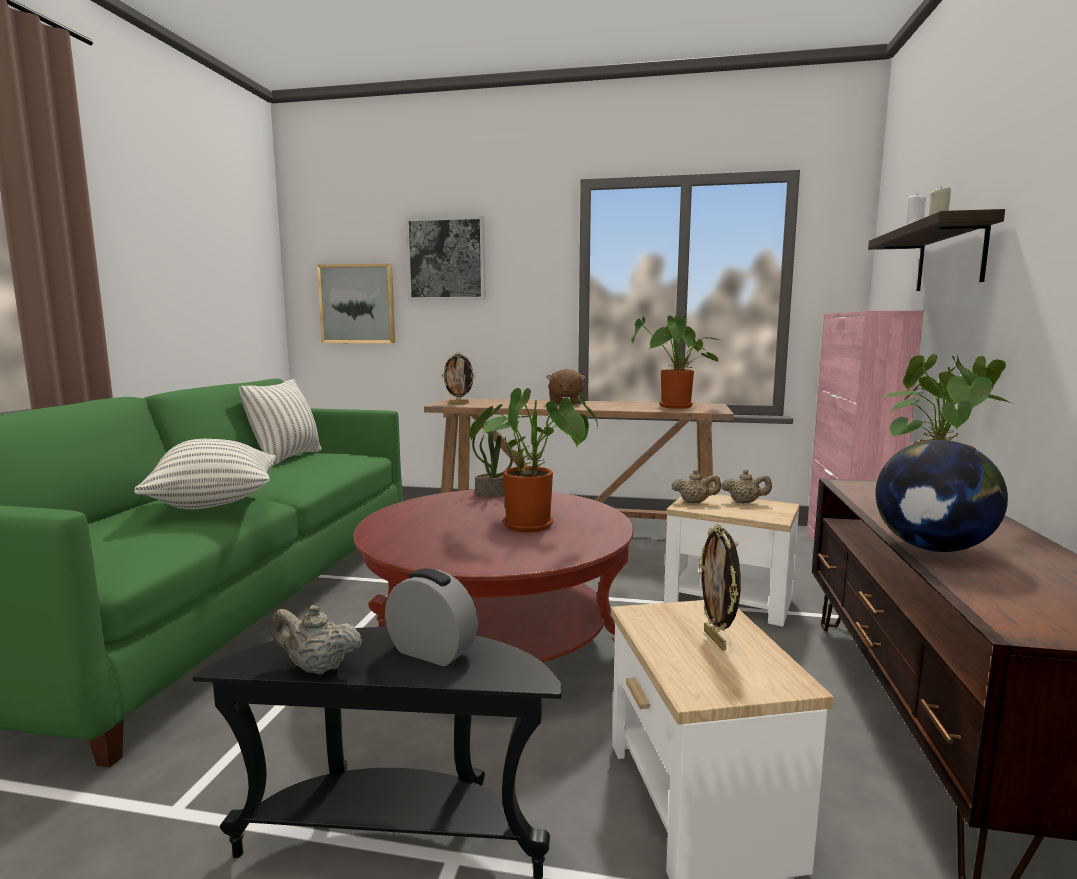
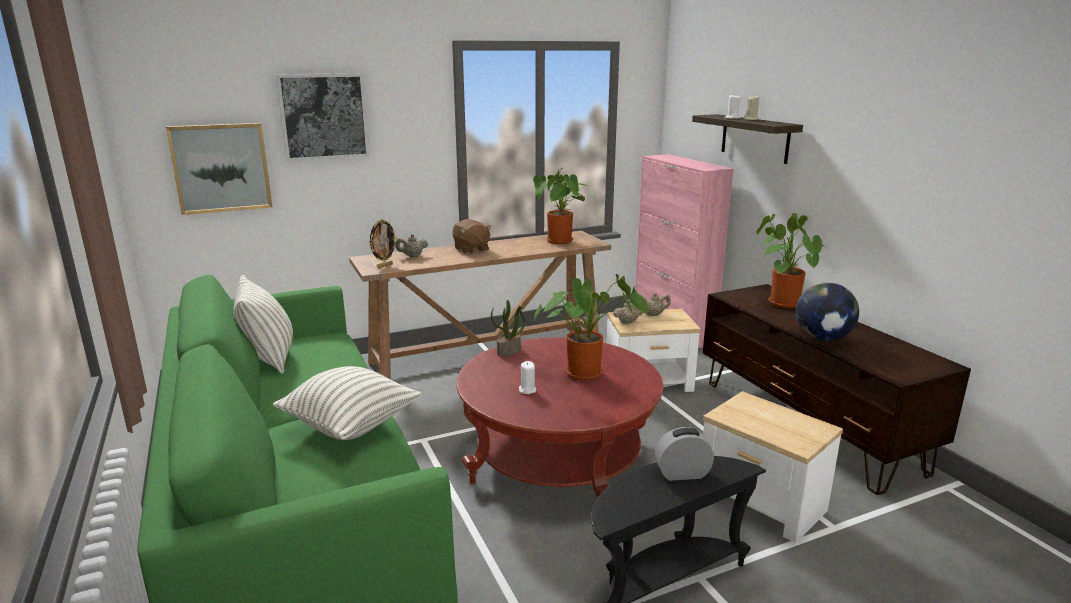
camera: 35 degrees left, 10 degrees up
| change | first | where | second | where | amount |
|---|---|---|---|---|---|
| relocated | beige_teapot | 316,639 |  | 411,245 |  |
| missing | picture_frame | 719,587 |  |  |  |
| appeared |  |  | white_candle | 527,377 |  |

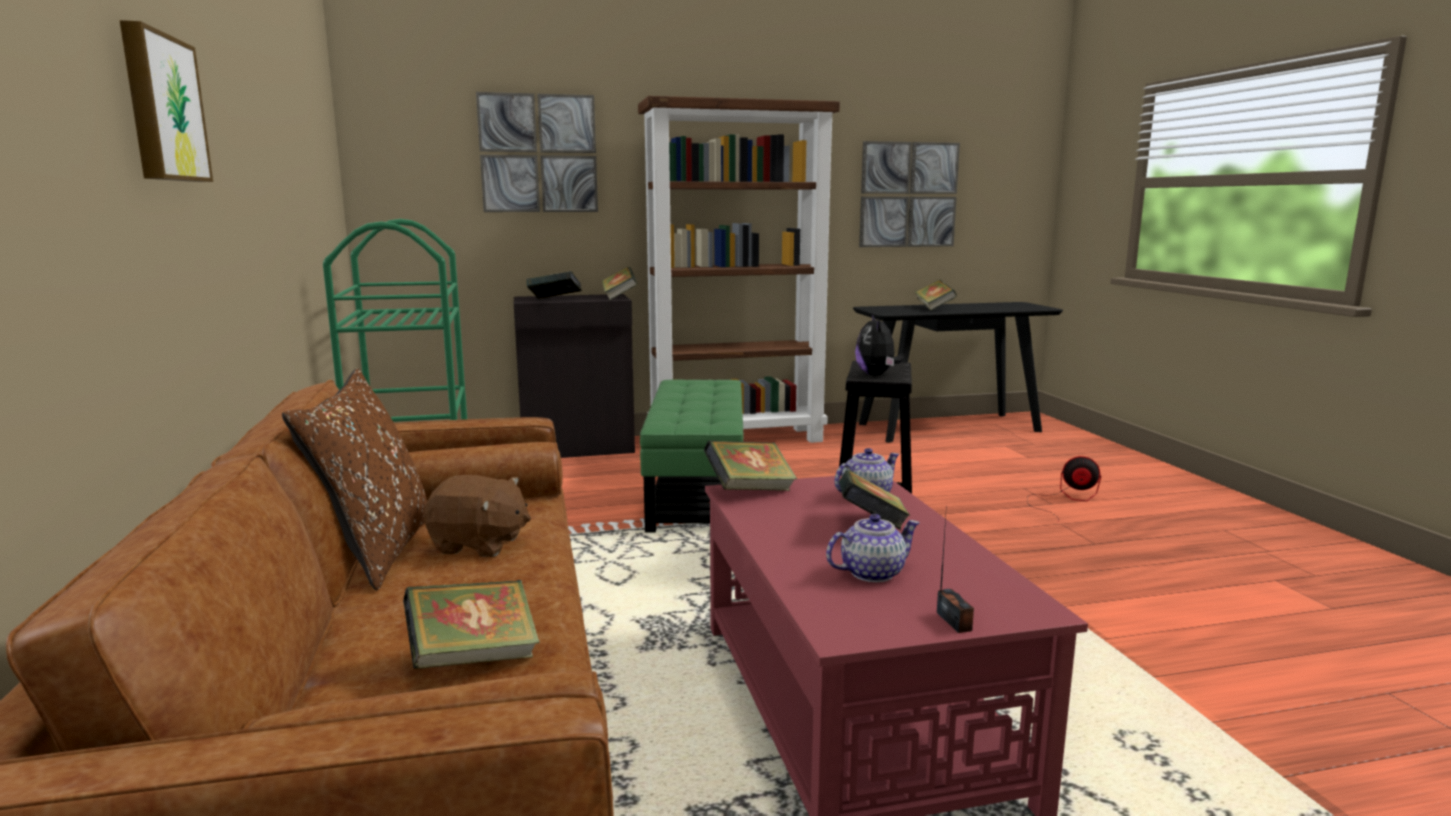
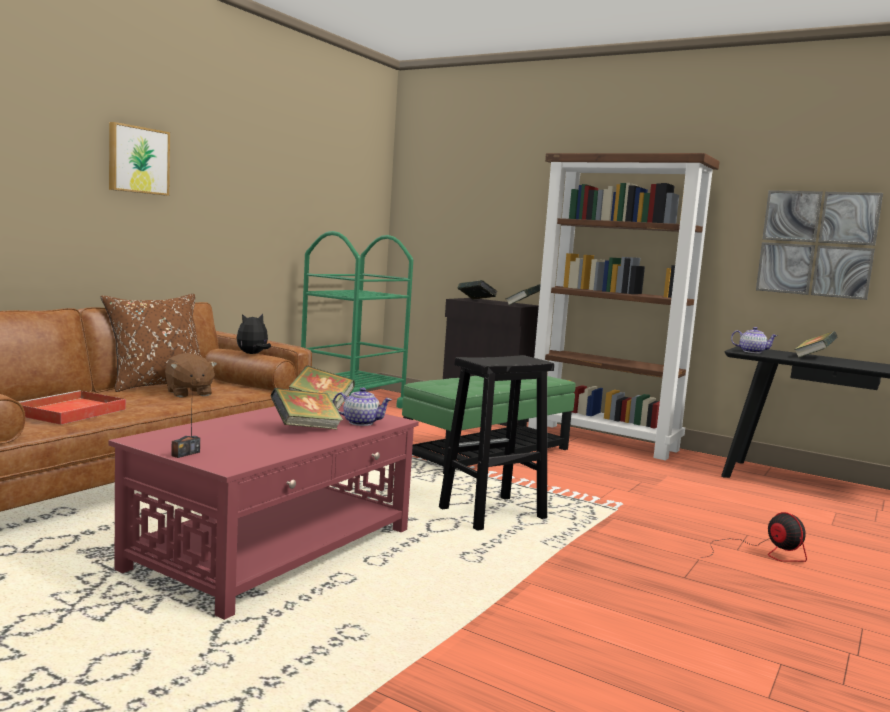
camera: 45 degrees right, 5 degrees down
| change | first | where | second | where | amount |
|---|---|---|---|---|---|
| exchanged | book | 471,624 | red_tray | 72,407 |  |
| missing | picture | 537,152 |  |  |  |
| relocated | teapot | 873,548 |  | 754,340 |  |
| relocated | plush_toy | 879,345 |  | 253,334 |  |

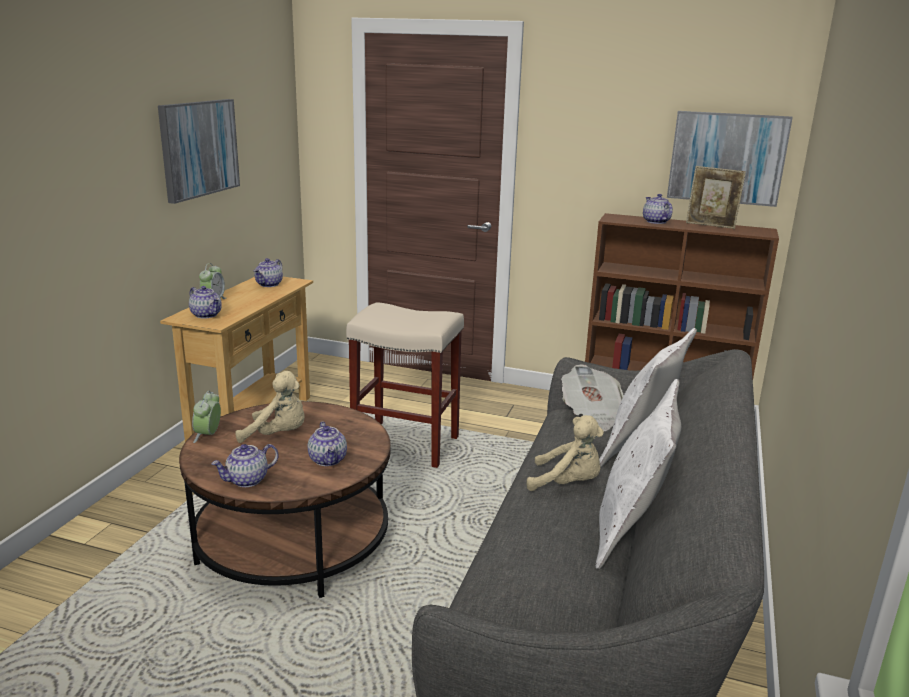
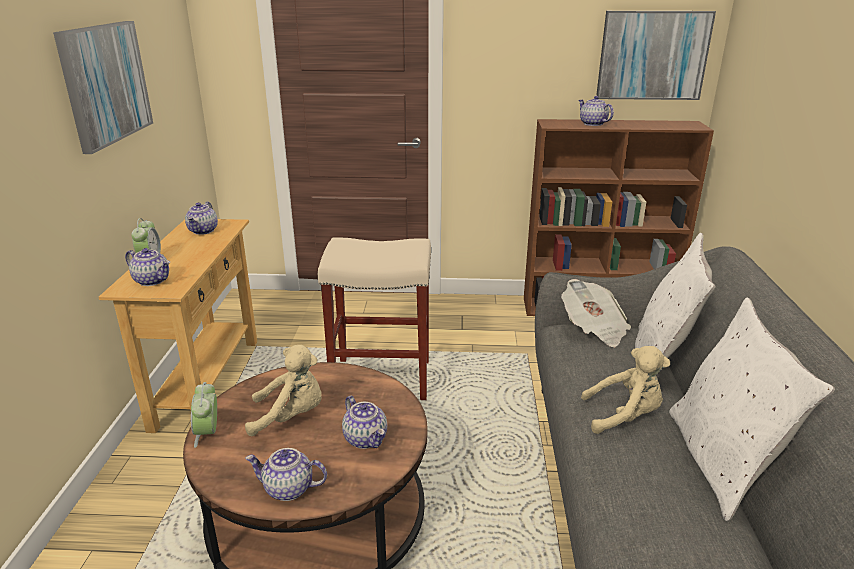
camera: 15 degrees left, 5 degrees up
| change | first | where | second | where | amount |
|---|---|---|---|---|---|
| spun | teapot | 245,465 |  | 286,474 | 60 degrees clockwise |
| missing | picture_frame | 716,197 |  |  |  |

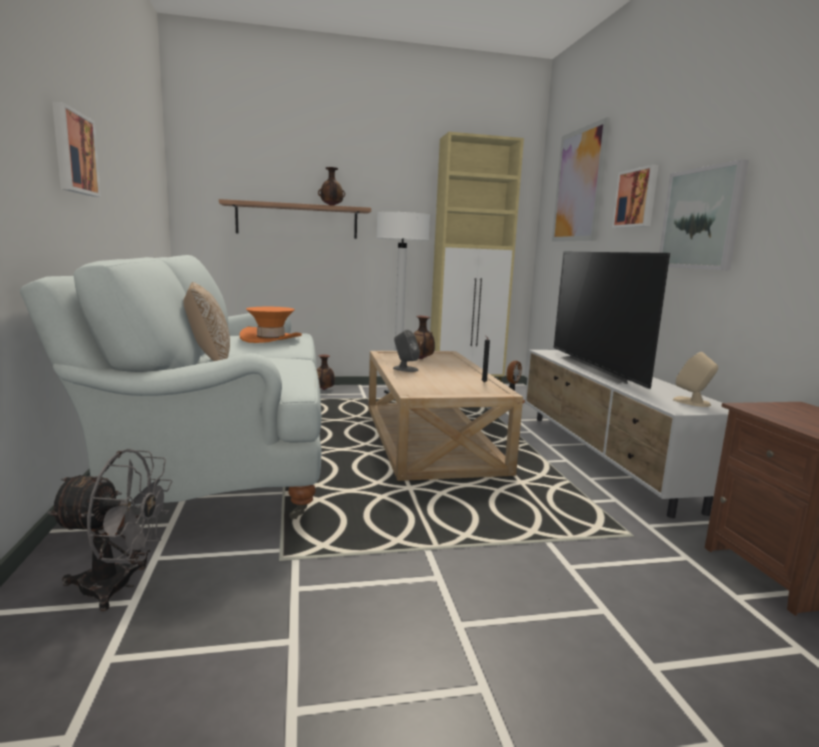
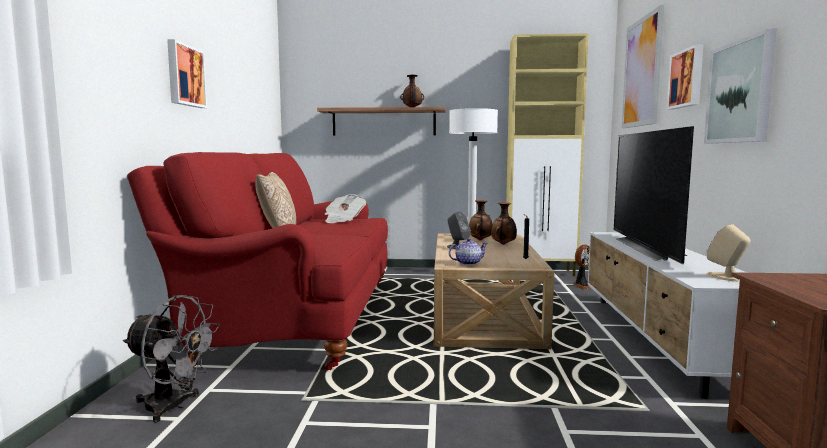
camera: 15 degrees right, 5 degrees down
| change | first | where | second | where | amount |
|---|---|---|---|---|---|
| colour | white_sofa | 171,395 | red_sofa | 257,261 |  |
| exchanged | orange_hat | 271,325 | newspaper | 345,208 |  |
| relocated | vase | 326,372 |  | 504,223 |  |
| appeared |  |  | teapot | 468,251 |  |

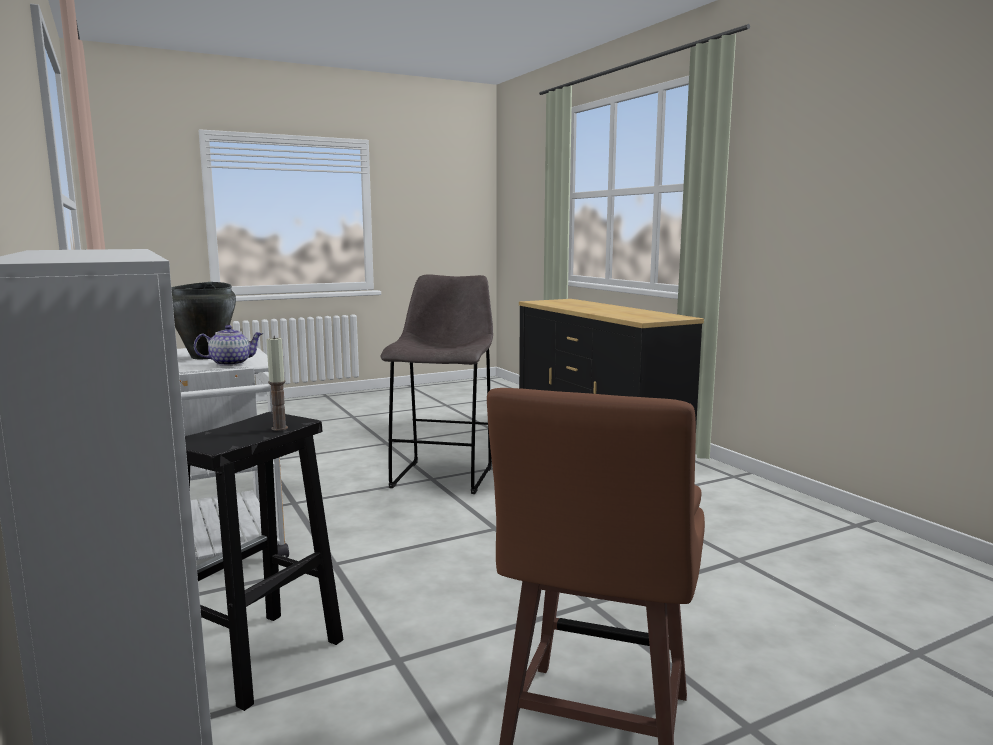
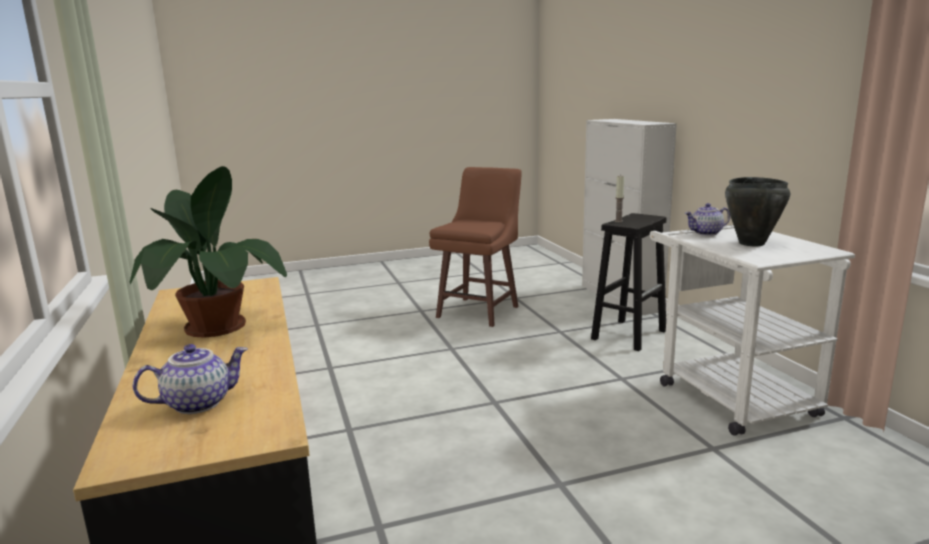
camera: 170 degrees left, 5 degrees up
| change | first | where | second | where | amount |
|---|---|---|---|---|---|
| missing | grey_stool | 437,384 |  |  |  |
| appeared |  |  | potted_plant | 208,252 |  |
| appeared |  |  | teapot | 190,379 |  |

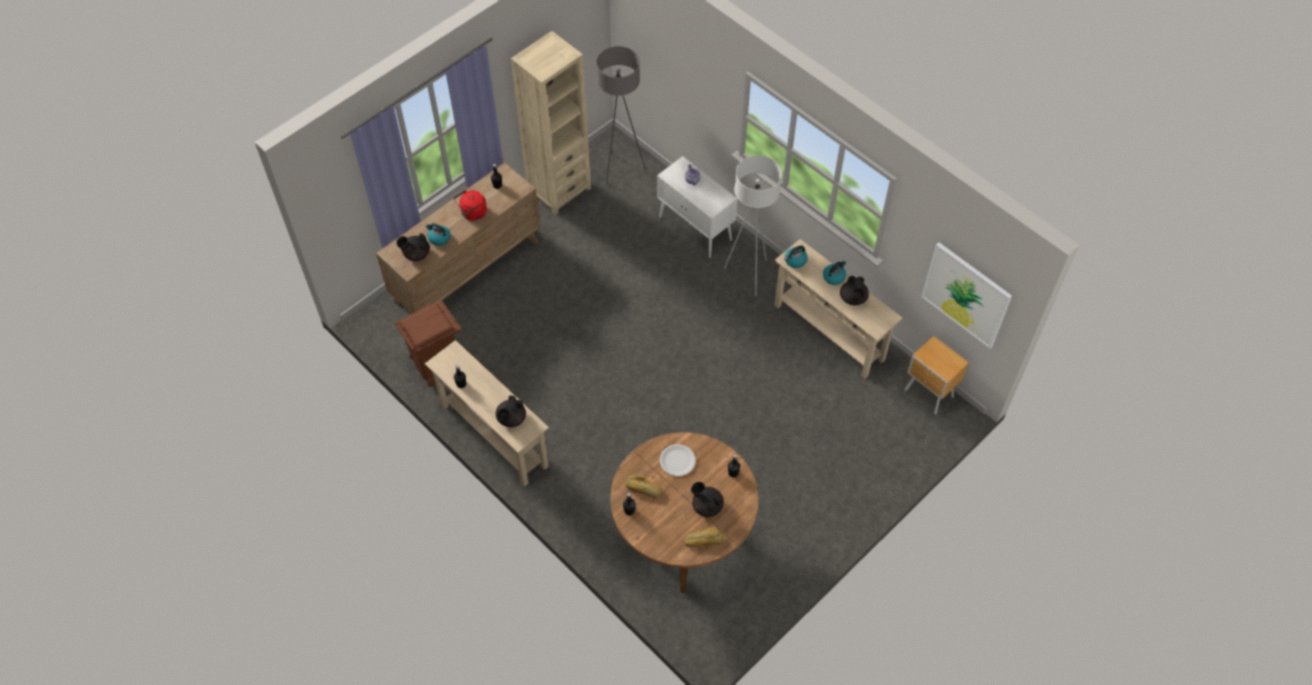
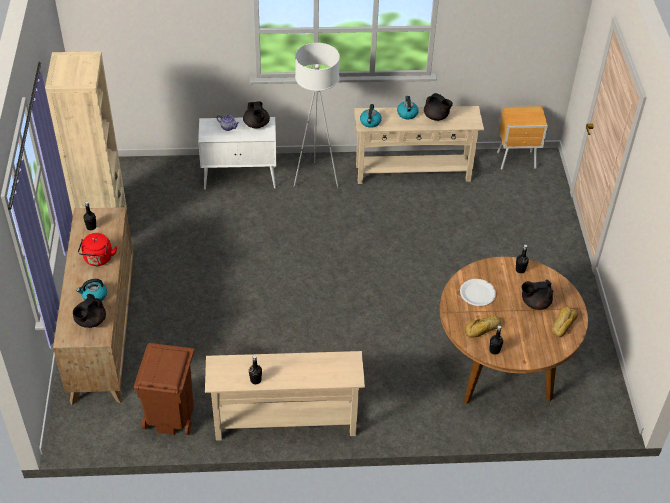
camera: 50 degrees left, 10 degrees down
| change | first | where | second | where | amount |
|---|---|---|---|---|---|
| relocated | black_teapot | 511,411 |  | 256,114 |  |
| missing | grey_floor_lamp | 621,115 |  |  |  |
| missing | picture | 966,295 |  |  |  |

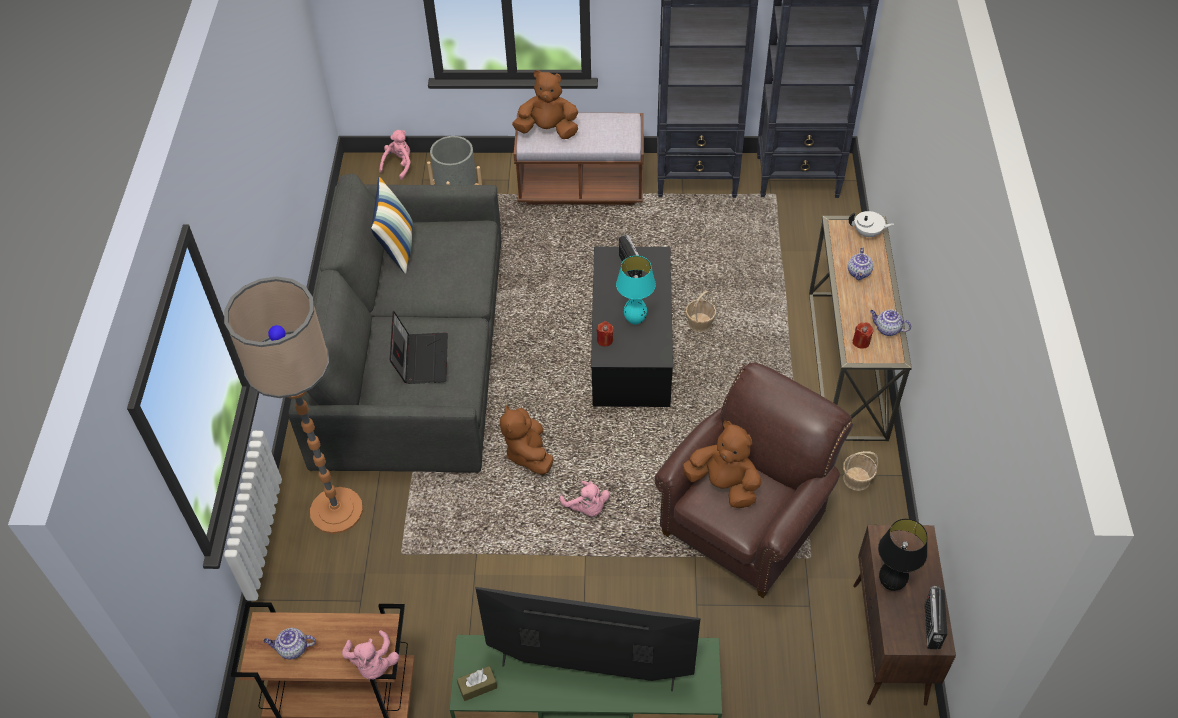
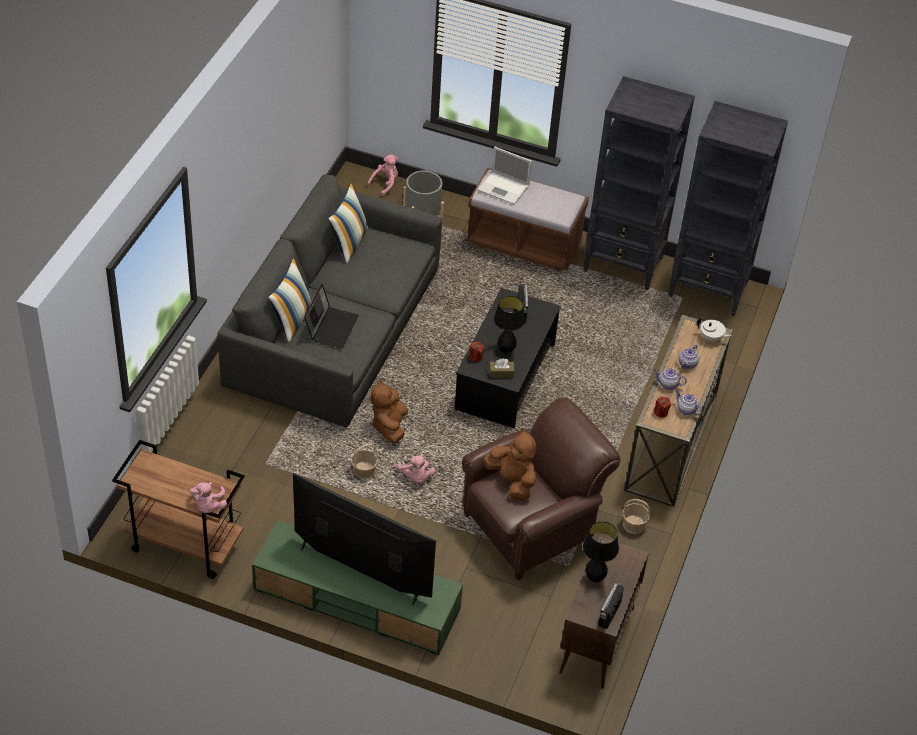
camera: 15 degrees right, 5 degrees down
| change | first | where | second | where | amount |
|---|---|---|---|---|---|
| missing | floor_lamp | 293,405 |  |  |  |
| relocated | teapot | 289,643 |  | 670,379 |  |
| relocated | brown_tissue_box | 477,683 |  | 502,368 |  |
| exchanged | brown_plush_toy | 545,104 | laptop | 504,176 |  |
| colour | turquoise_table_lamp | 636,290 | black_table_lamp | 509,325 |  |
| relocated | basket | 701,311 |  | 364,461 |  |
| appeared |  |  | pillow | 290,300 |  |

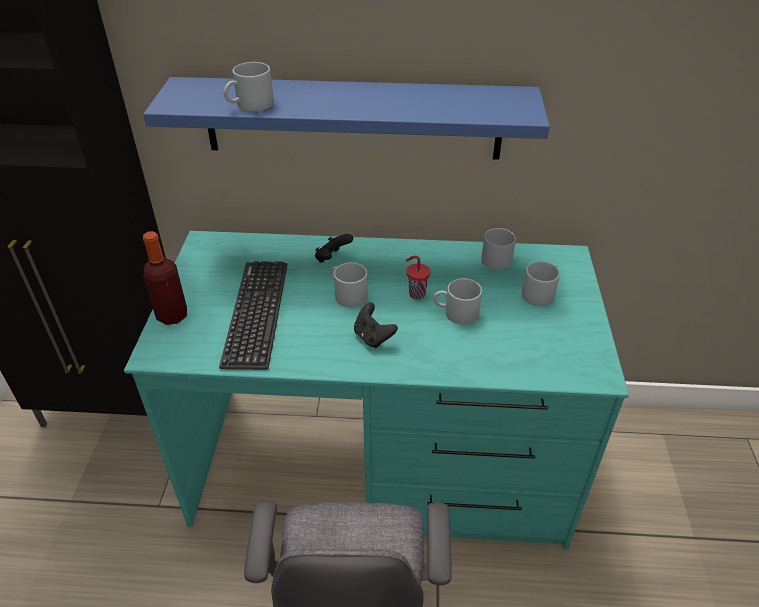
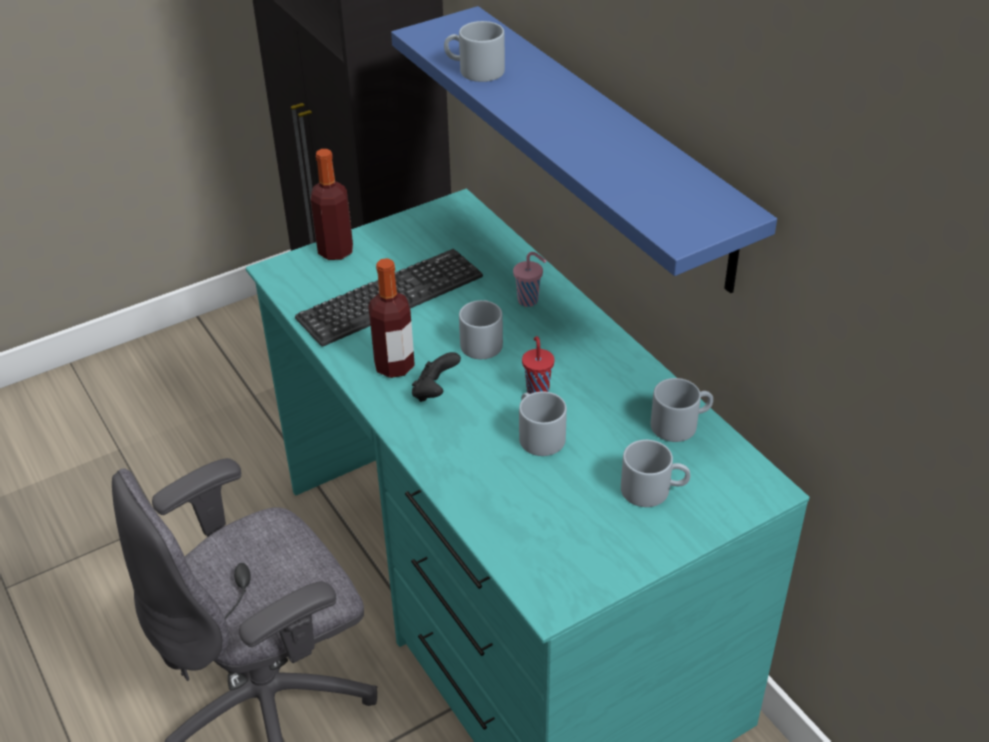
camera: 55 degrees right, 0 degrees up
| change | first | where | second | where | amount |
|---|---|---|---|---|---|
| exchanged | black_game_controller | 334,248 | pink_cup | 529,279 |  |
| appeared |  |  | bottle | 391,318 |  |

